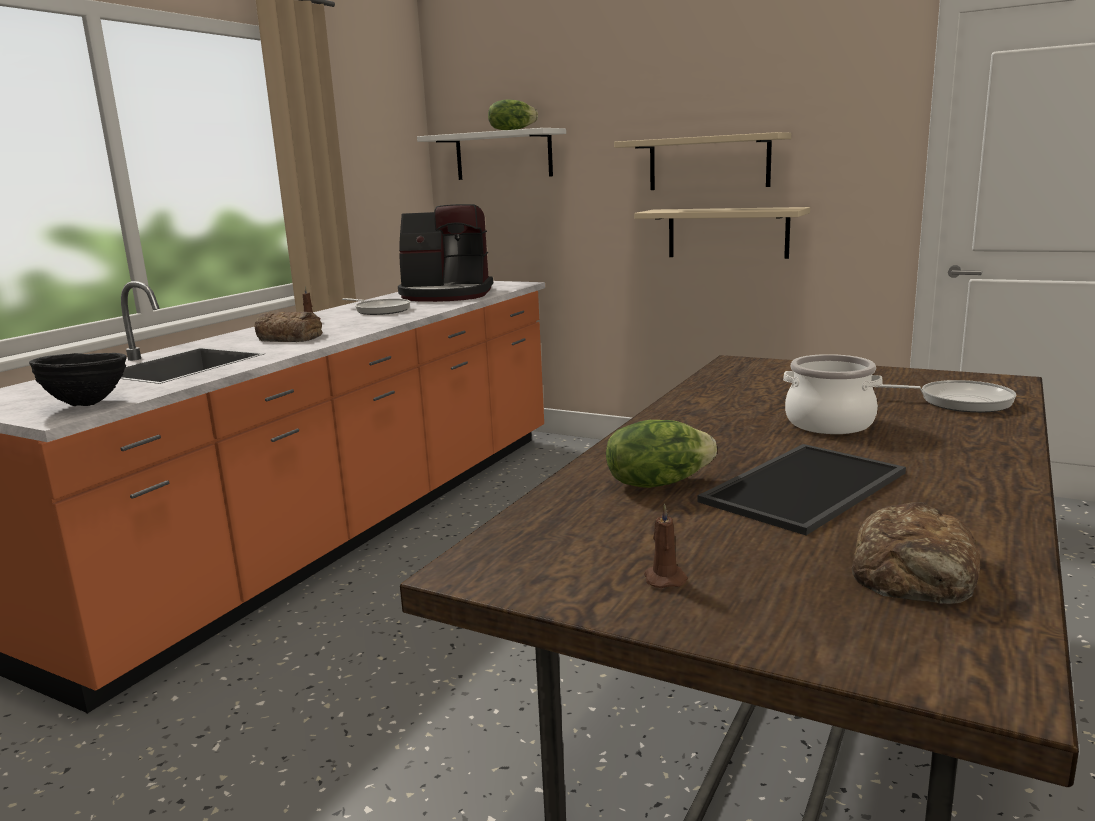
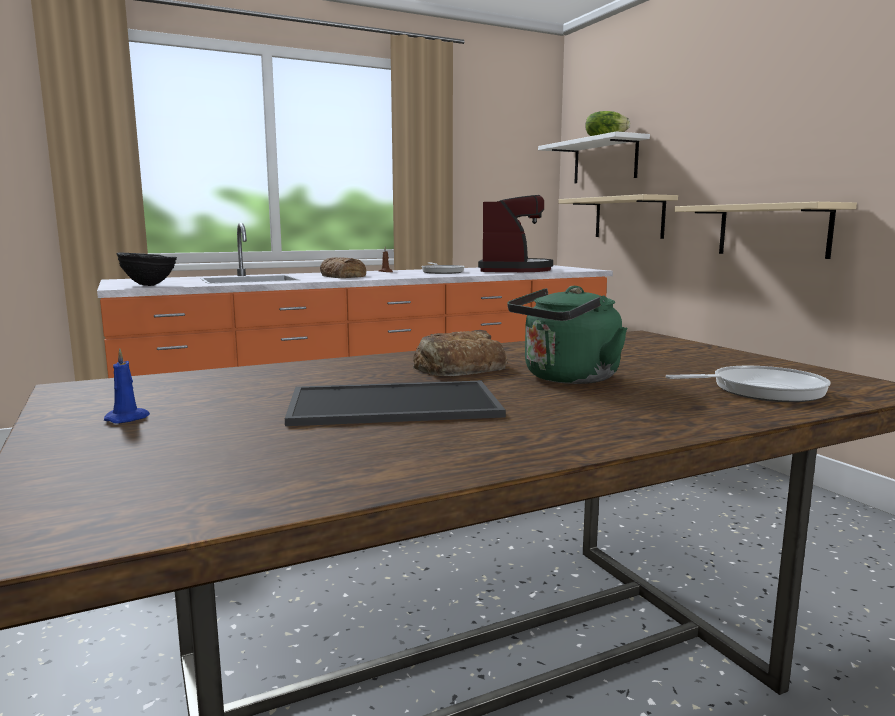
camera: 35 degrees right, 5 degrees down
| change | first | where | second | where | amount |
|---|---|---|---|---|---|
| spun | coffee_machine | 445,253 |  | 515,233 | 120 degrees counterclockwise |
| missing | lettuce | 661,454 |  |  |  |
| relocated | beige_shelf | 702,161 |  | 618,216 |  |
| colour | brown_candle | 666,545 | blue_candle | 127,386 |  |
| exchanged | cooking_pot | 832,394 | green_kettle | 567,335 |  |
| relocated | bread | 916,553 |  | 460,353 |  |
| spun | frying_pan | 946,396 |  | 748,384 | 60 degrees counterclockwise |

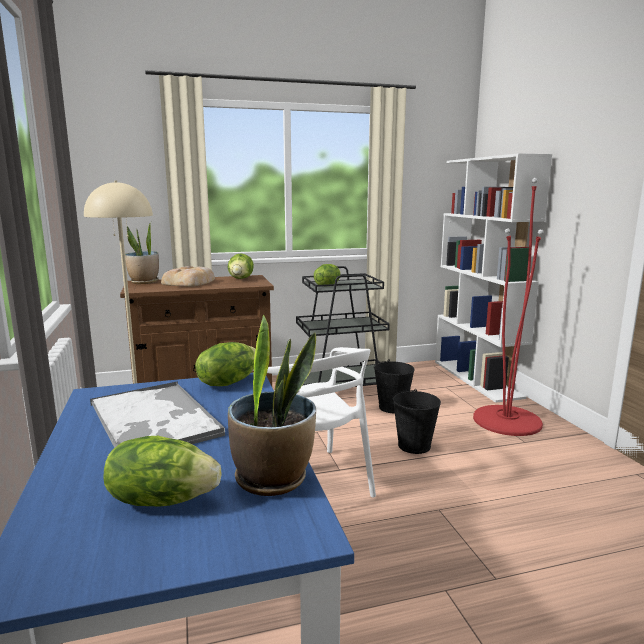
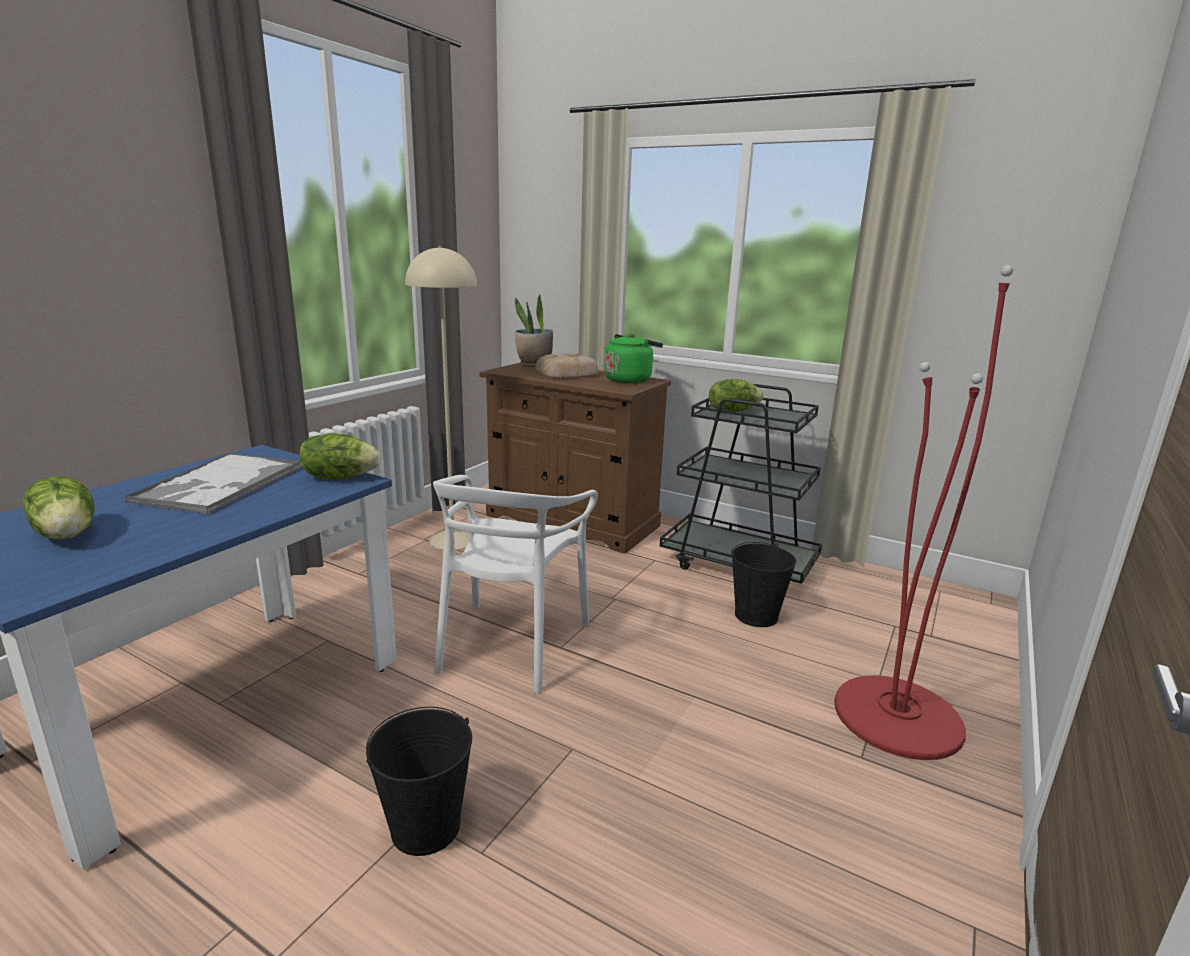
camera: 45 degrees right, 5 degrees up
| change | first | where | second | where | amount |
|---|---|---|---|---|---|
| exchanged | lettuce | 241,266 | green_kettle | 634,358 |  |
| missing | potted_plant | 272,405 |  |  |  |
| relocated | black_bucket | 416,421 |  | 419,781 |  |
| missing | white_bookcase | 493,278 |  |  |  |

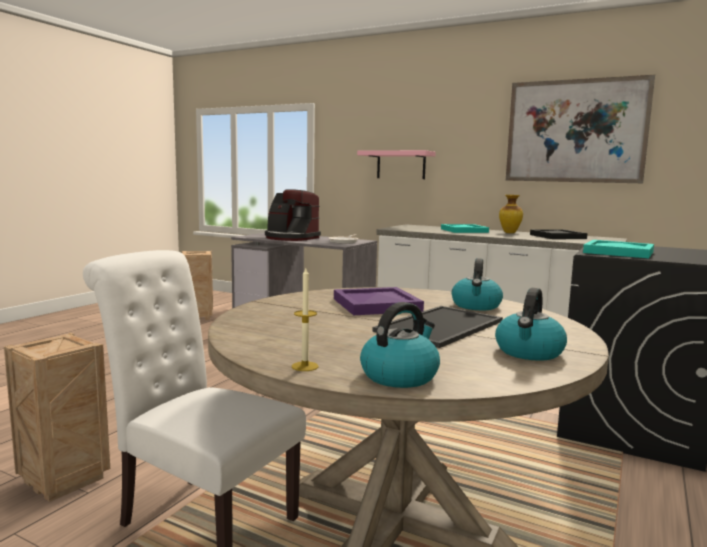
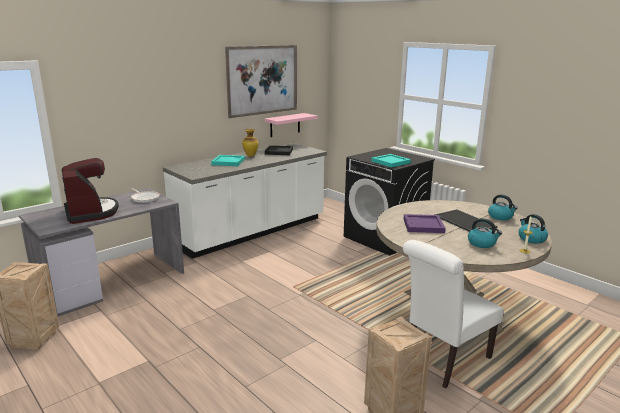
camera: 70 degrees left, 10 degrees up
| change | first | where | second | where | amount |
|---|---|---|---|---|---|
| spun | coffee_machine | 293,215 |  | 90,191 | 75 degrees counterclockwise |
| relocated | pink_shelf | 396,164 |  | 291,125 |  |
| relocated | kettle | 477,284 |  | 485,233 |  |

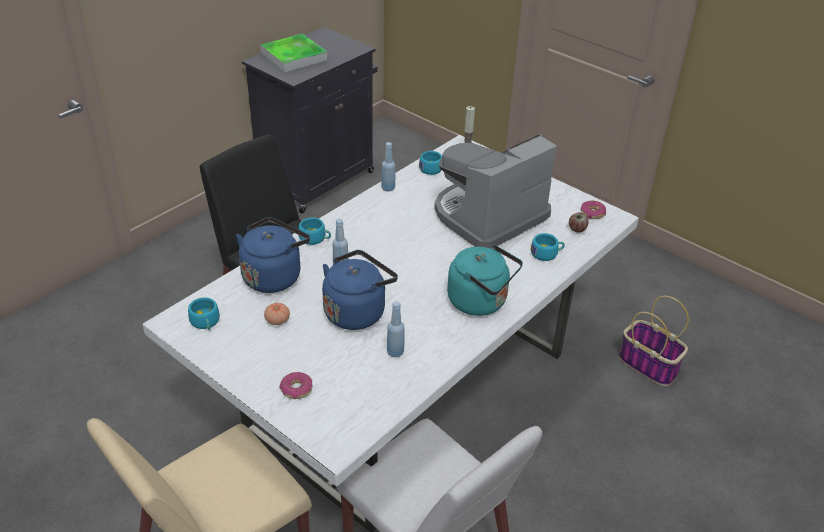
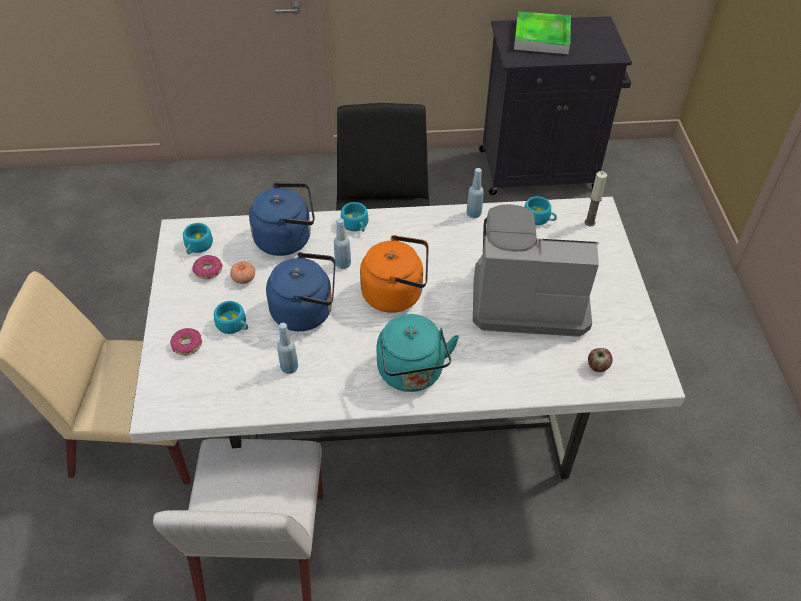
camera: 45 degrees right, 10 degrees up
| change | first | where | second | where | amount |
|---|---|---|---|---|---|
| relocated | turquoise_cup | 548,247 |  | 231,317 |  |
| relocated | donut | 593,209 |  | 207,267 |  |
| missing | basket | 654,341 |  |  |  |
| appeared |  |  | orange_kettle | 394,274 |  |

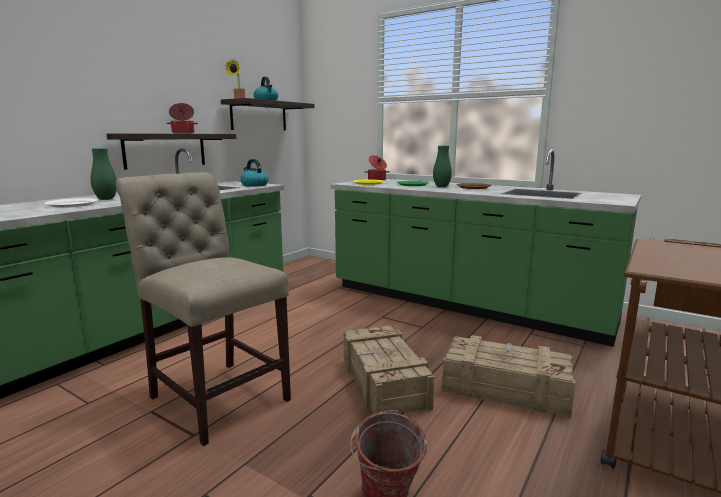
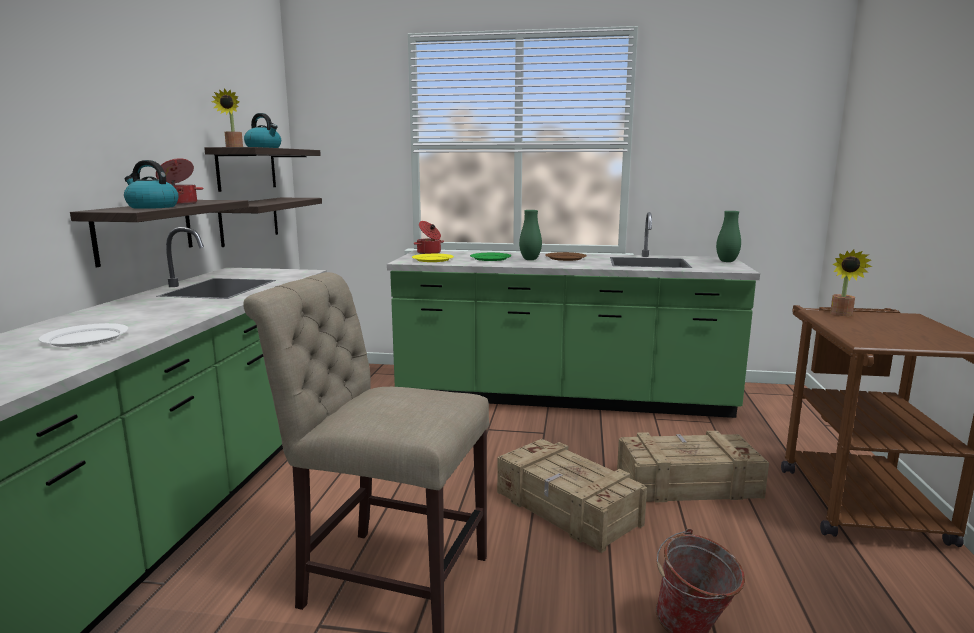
camera: 25 degrees left, 0 degrees up
| change | first | where | second | where | amount |
|---|---|---|---|---|---|
| relocated | green_vase | 104,174 |  | 728,236 |  |
| relocated | kettle | 254,173 |  | 151,184 |  |
| appeared |  |  | shelf | 267,222 |  |
| appeared |  |  | potted_plant | 851,283 |  |

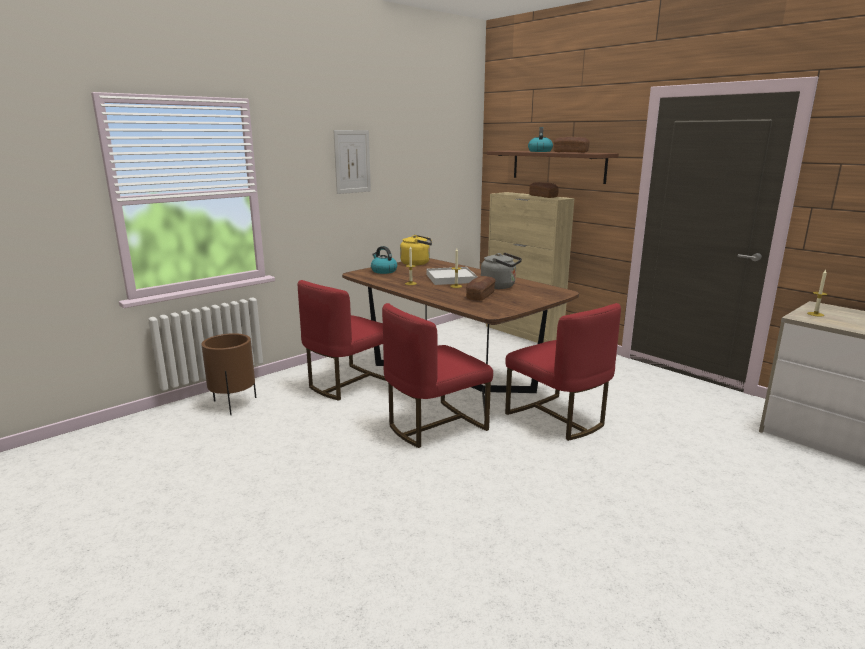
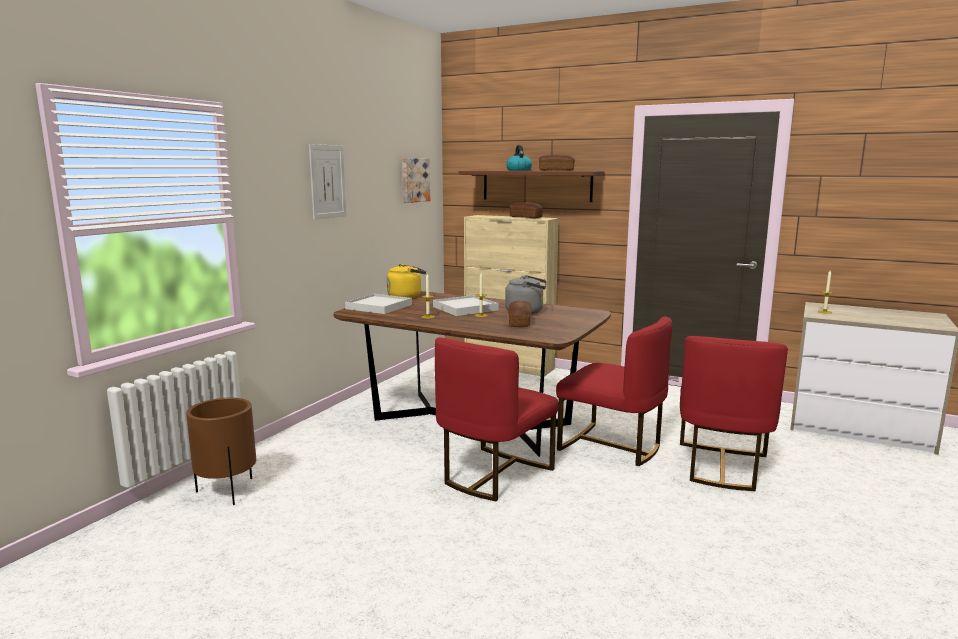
camera: 20 degrees left, 5 degrees down
| change | first | where | second | where | amount |
|---|---|---|---|---|---|
| relocated | red_chair | 342,340 |  | 734,413 |  |
| exchanged | kettle | 384,260 | white_tray | 378,304 |  |
| appeared |  |  | picture | 416,180 |  |

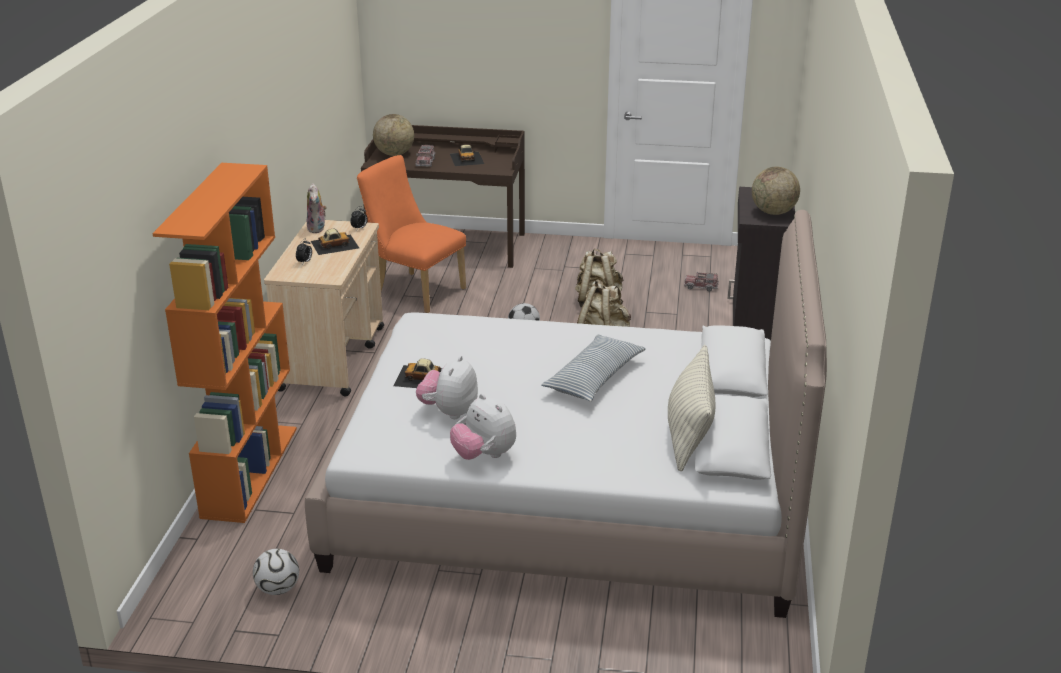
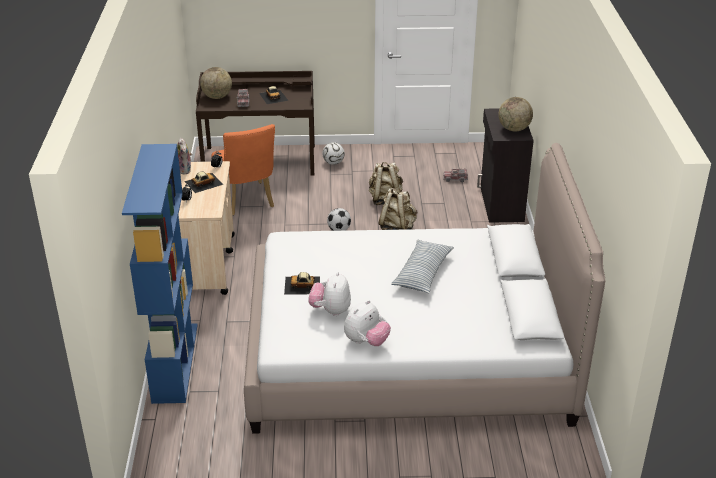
camera: 10 degrees left, 5 degrees up
| change | first | where | second | where | amount |
|---|---|---|---|---|---|
| colour | orange_bookcase | 225,343 | blue_bookcase | 160,274 |  |
| relocated | football | 276,572 |  | 334,153 |  |
| spun | orange_chair | 411,234 |  | 243,170 | 135 degrees counterclockwise |
| spun | plush_toy | 483,427 |  | 367,323 | 90 degrees counterclockwise |
| missing | pillow | 691,408 |  |  |  |

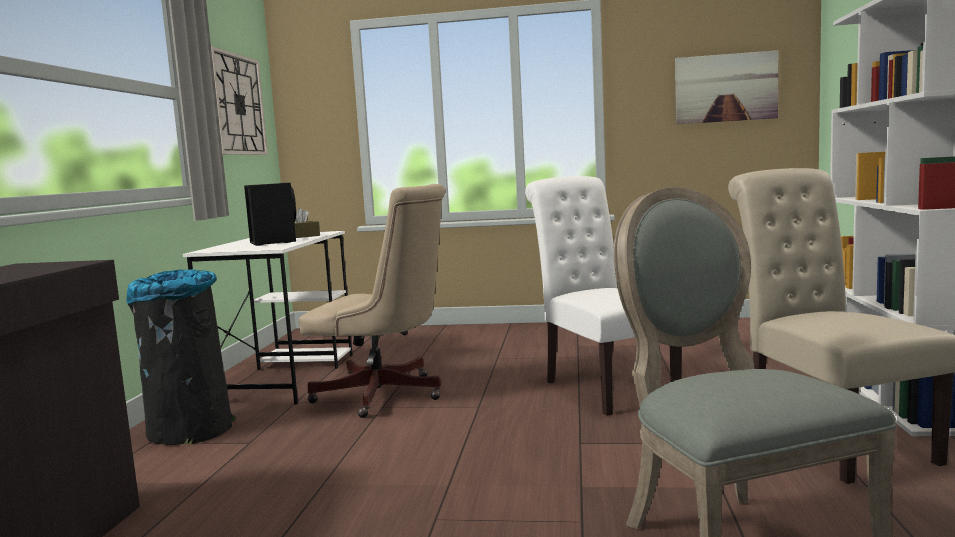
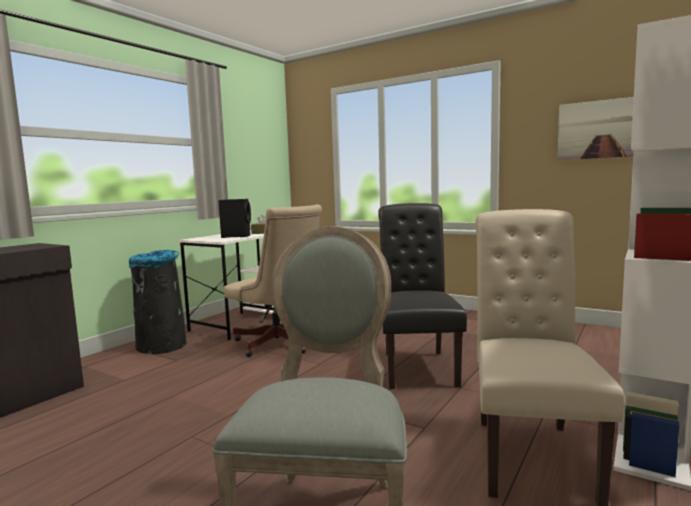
camera: 25 degrees right, 0 degrees up
| change | first | where | second | where | amount |
|---|---|---|---|---|---|
| missing | wall_clock | 239,100 |  |  |  |
| colour | white_chair | 603,296 | black_chair | 422,296 |  |

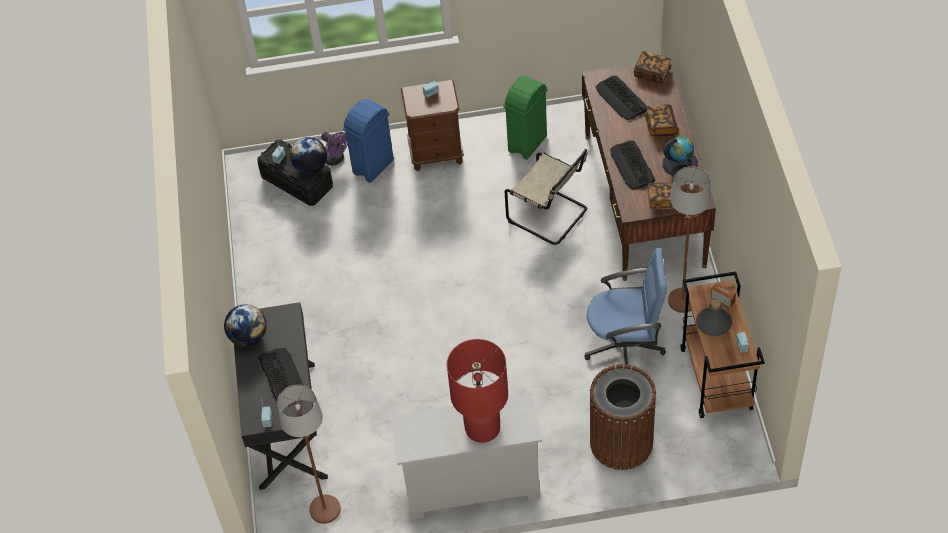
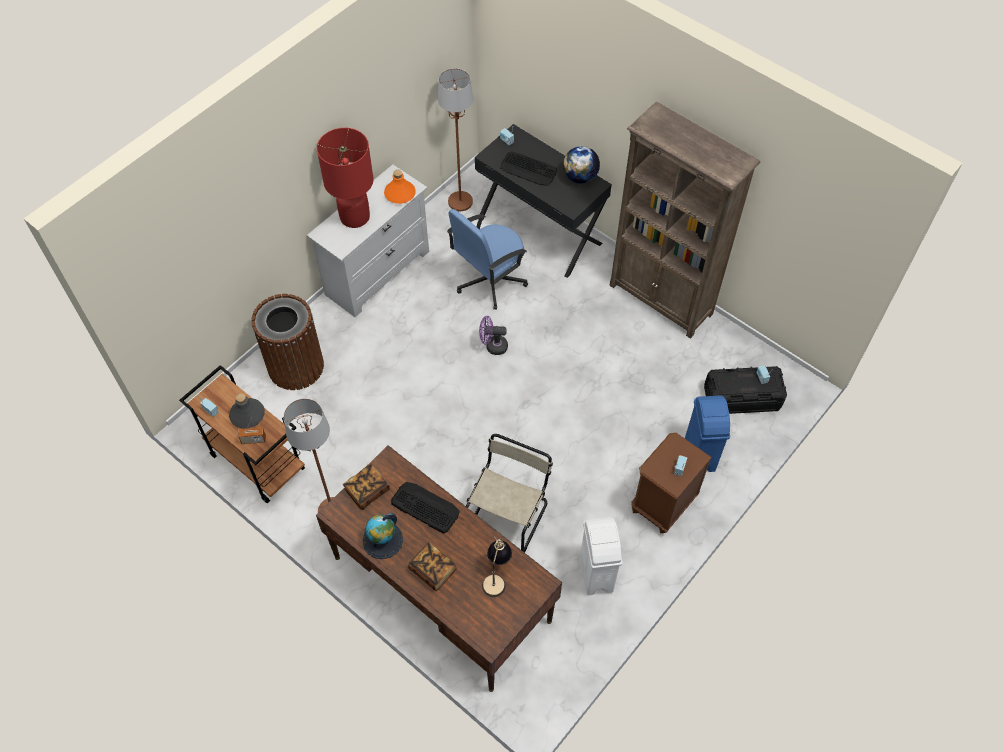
camera: 135 degrees right, 5 degrees up
| change | first | where | second | where | amount |
|---|---|---|---|---|---|
| missing | globe | 308,155 |  |  |  |
| relocated | purple_fan | 334,149 |  | 493,335 |  |
| colour | green_trash_can | 525,118 | white_trash_can | 601,556 |  |
| spun | beige_chair | 546,197 |  | 509,493 | 120 degrees clockwise |
| relocated | blue_office_chair | 625,306 |  | 487,259 |  |
| exchanged | keyboard | 621,98 | table_lamp | 497,566 |  |
| missing | book | 652,67 |  |  |  |
| appeared |  |  | orange_bottle | 400,187 |  |
| appeared |  |  | brown_bookcase | 684,220 |  |

